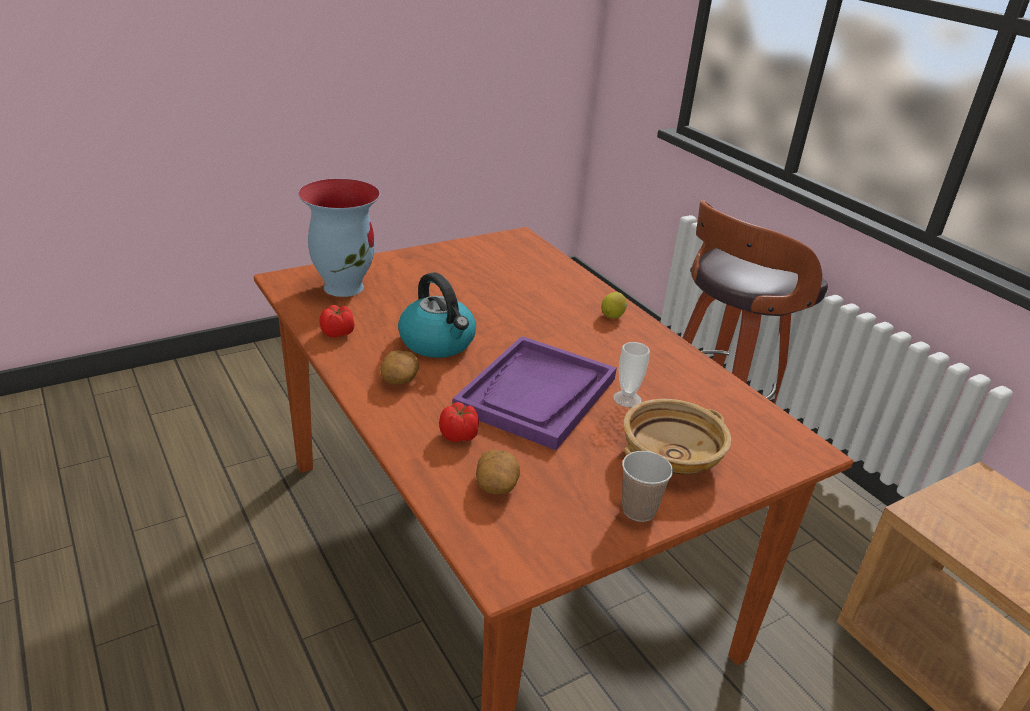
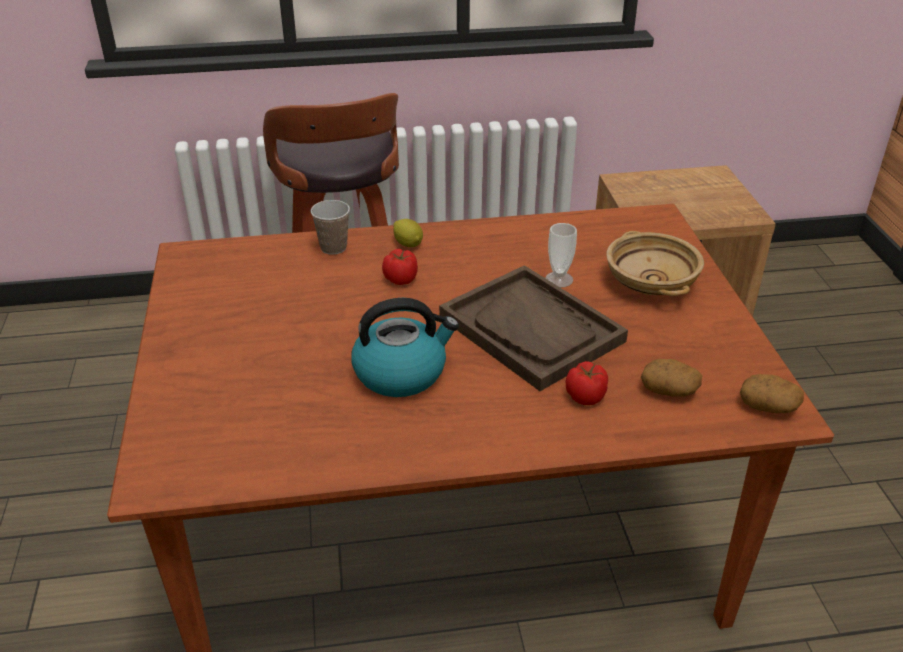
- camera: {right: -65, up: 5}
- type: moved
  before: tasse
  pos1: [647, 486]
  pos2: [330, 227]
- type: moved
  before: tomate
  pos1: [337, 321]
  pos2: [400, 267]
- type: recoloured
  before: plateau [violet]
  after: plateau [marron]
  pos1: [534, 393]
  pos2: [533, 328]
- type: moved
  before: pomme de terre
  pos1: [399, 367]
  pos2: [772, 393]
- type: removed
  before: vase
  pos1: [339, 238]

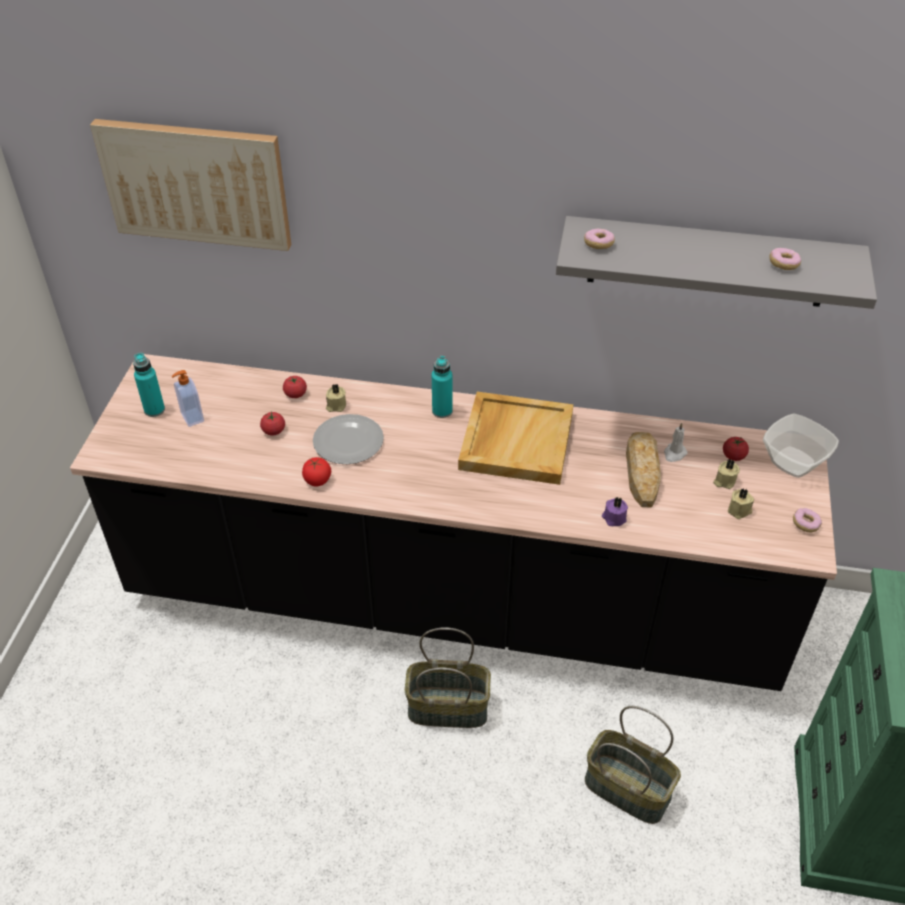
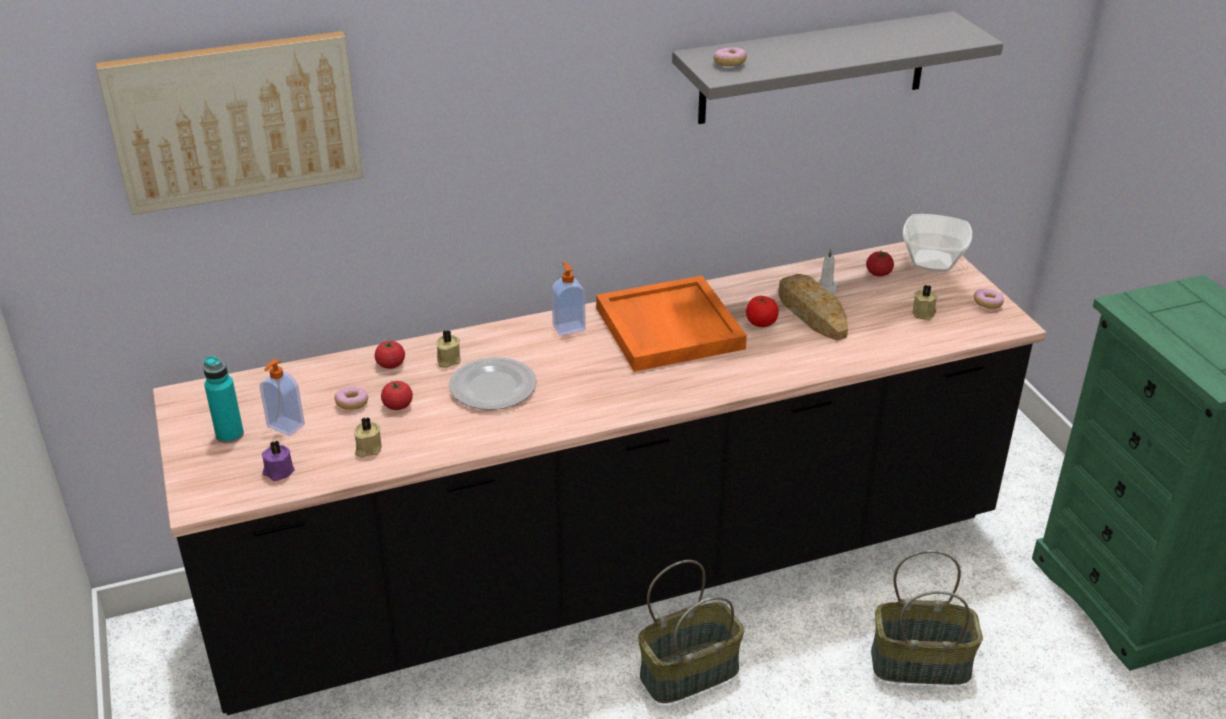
- camera: {right: -30, up: -10}
- type: moved
  before: bougie [violet]
  pos1: [615, 511]
  pos2: [278, 460]
- type: moved
  before: beignet
  pos1: [785, 259]
  pos2: [351, 398]
- type: moved
  before: bougie [beige]
  pos1: [726, 474]
  pos2: [368, 437]
- type: replaced
  before: bouteille [turquoise]
  after: distributeur de savon
  pos1: [442, 387]
  pos2: [569, 299]
- type: recoloured
  before: plateau [beige]
  after: plateau [orange]
  pos1: [515, 438]
  pos2: [671, 324]
- type: moved
  before: tomate
  pos1: [316, 472]
  pos2: [762, 311]

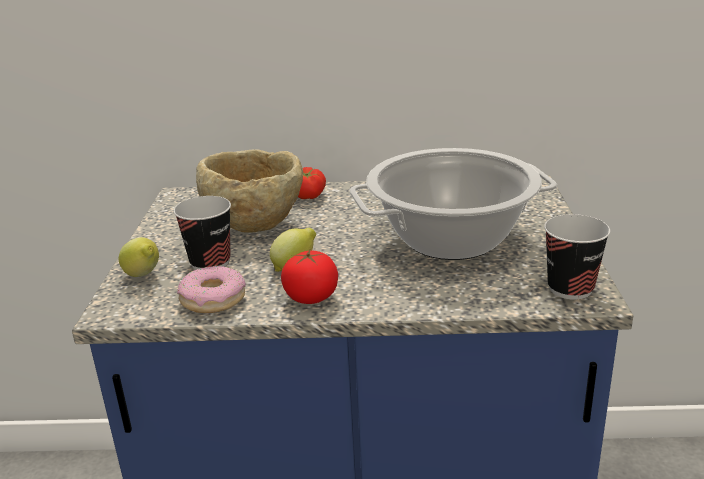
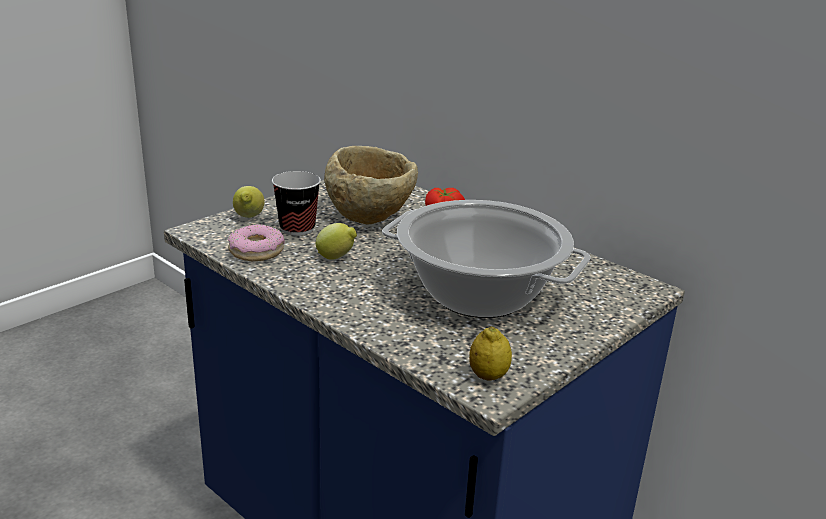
- camera: {right: 40, up: 0}
- type: replaced
  before: tasse
  after: citron
  pos1: [577, 257]
  pos2: [490, 354]
- type: removed
  before: tomate
  pos1: [309, 277]

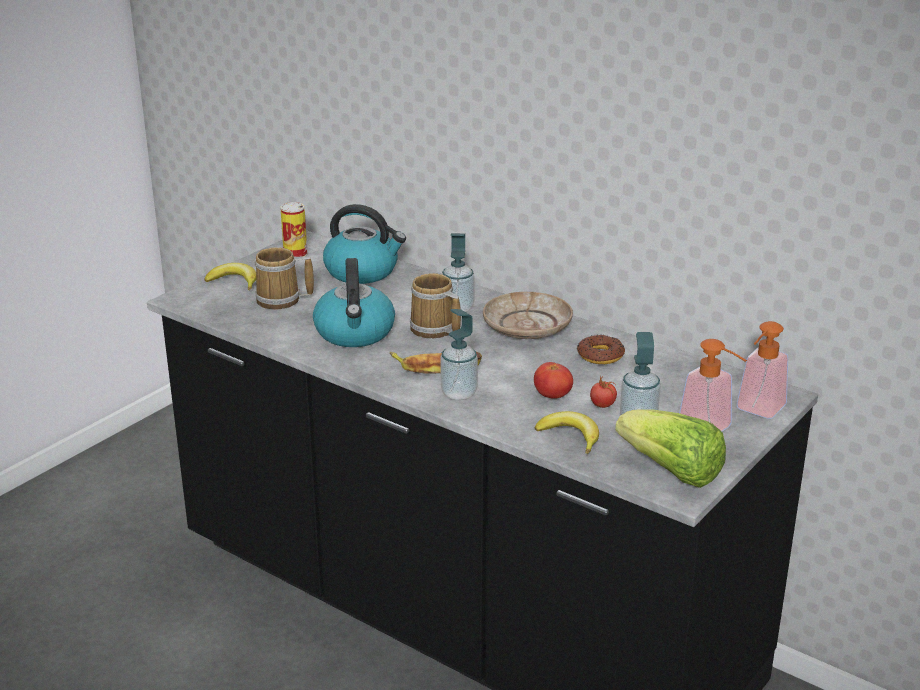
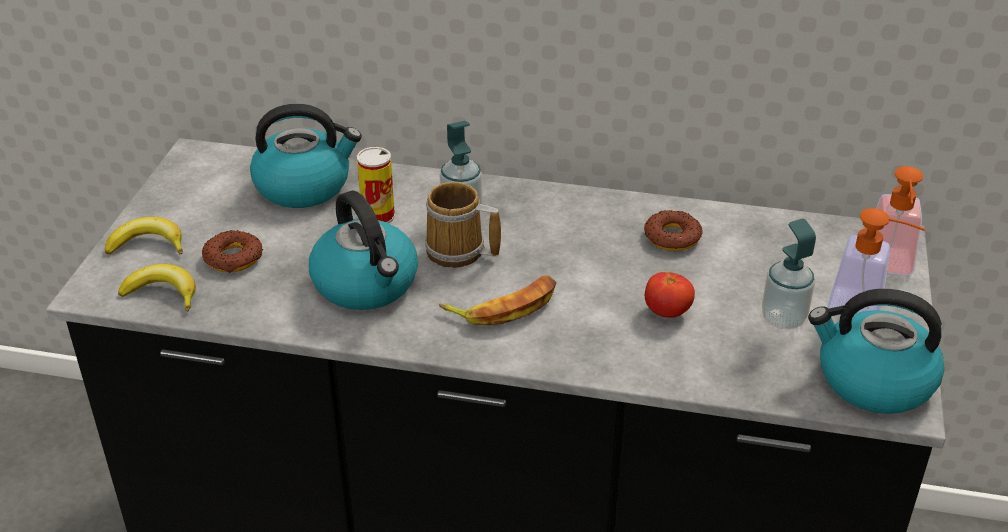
- camera: {right: -25, up: 10}
- type: moved
  before: banane
  pos1: [567, 432]
  pos2: [157, 288]
- type: replaced
  before: mug
  after: beignet
  pos1: [284, 278]
  pos2: [232, 251]
- type: moved
  before: boîte métallique
  pos1: [293, 229]
  pos2: [376, 185]
- type: replaced
  before: laitue
  after: bouilloire
  pos1: [670, 448]
  pos2: [876, 351]
- type: removed
  before: distributeur de savon
  pos1: [459, 354]
- type: removed
  before: assiette [beige]
  pos1: [528, 315]
- type: removed
  before: tomate
  pos1: [603, 391]

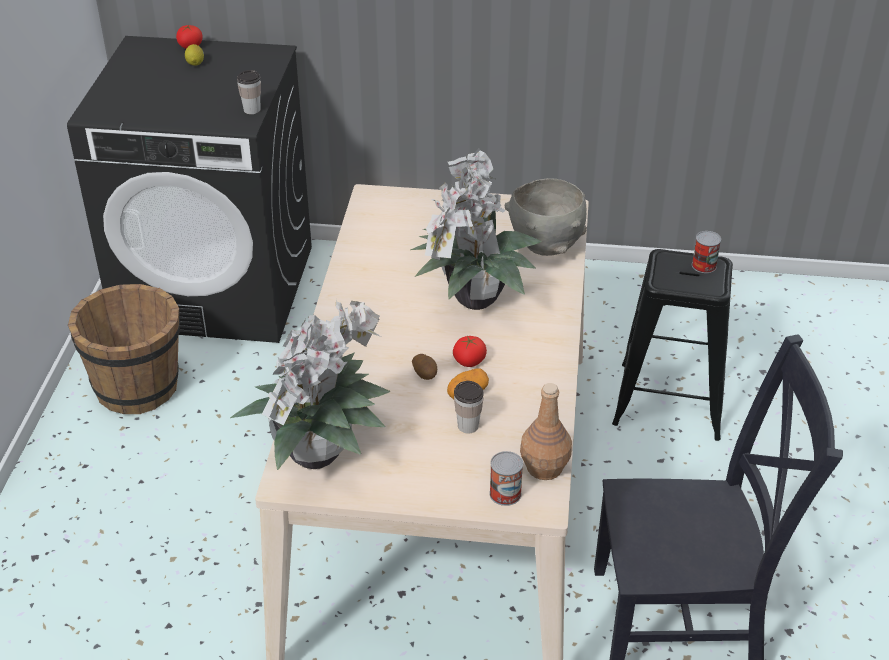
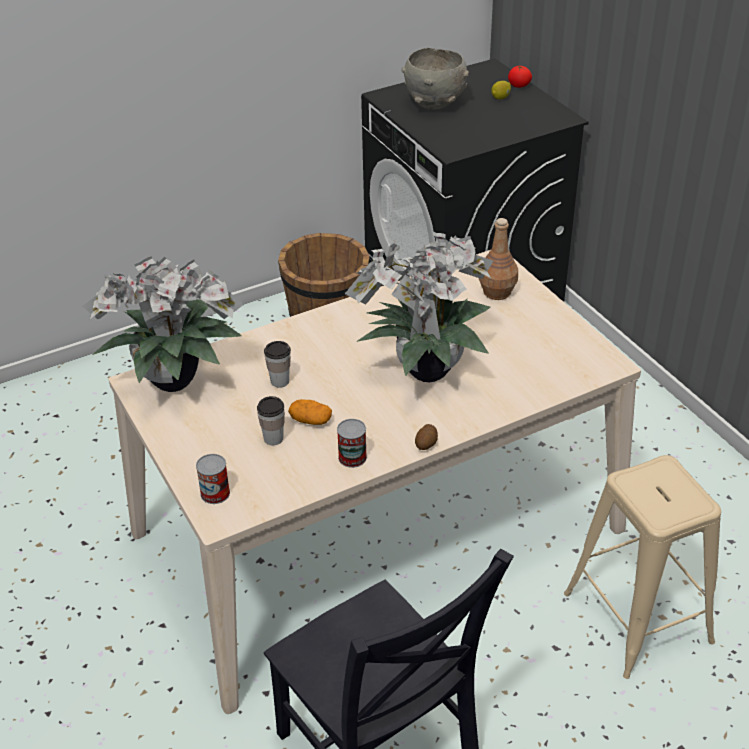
- camera: {right: 55, up: 0}
- type: moved
  before: tasse
  pos1: [249, 92]
  pos2: [277, 364]
- type: moved
  before: boîte métallique
  pos1: [706, 252]
  pos2: [352, 443]
- type: moved
  before: bol [gris]
  pos1: [546, 217]
  pos2: [435, 78]
- type: moved
  before: pomme de terre
  pos1: [424, 367]
  pos2: [426, 437]
- type: moved
  before: bouteille [marron]
  pos1: [546, 431]
  pos2: [498, 259]
- type: recoloured
  before: tabouret [noir]
  after: tabouret [beige]
  pos1: [672, 345]
  pos2: [642, 567]
- type: removed
  before: tomate
  pos1: [470, 351]

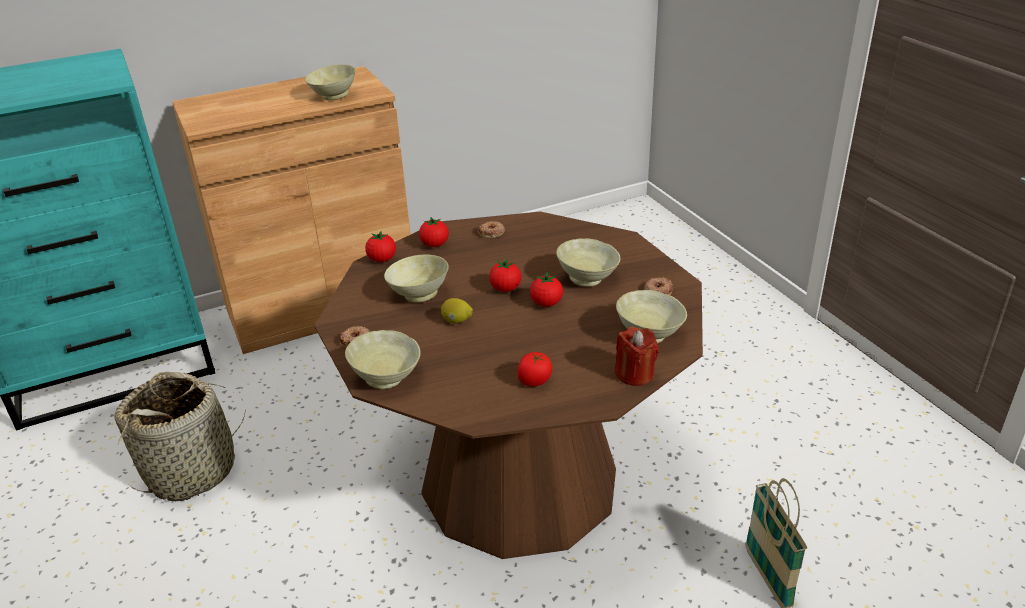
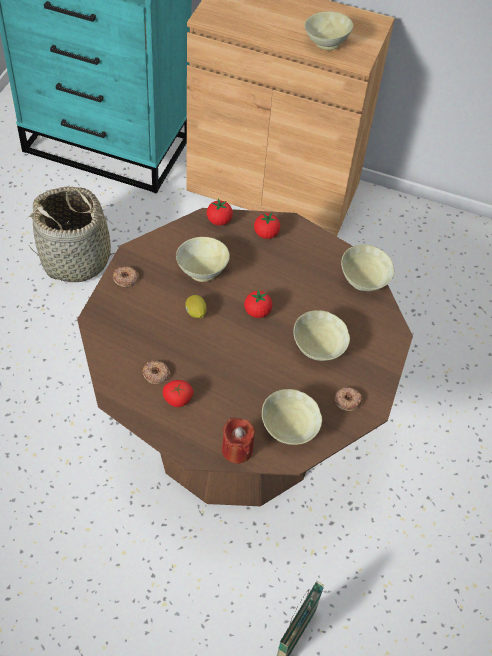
- camera: {right: 40, up: 20}
- type: moved
  before: beignet
  pos1: [491, 229]
  pos2: [156, 372]
- type: moved
  before: bol [beige]
  pos1: [383, 359]
  pos2: [367, 267]
- type: removed
  before: tomate
  pos1: [546, 290]

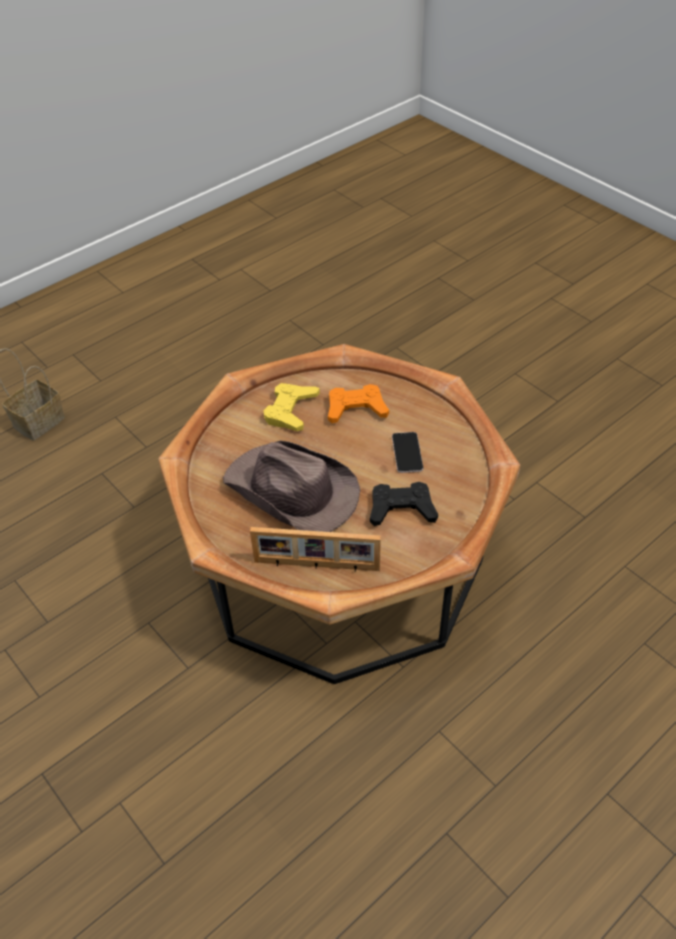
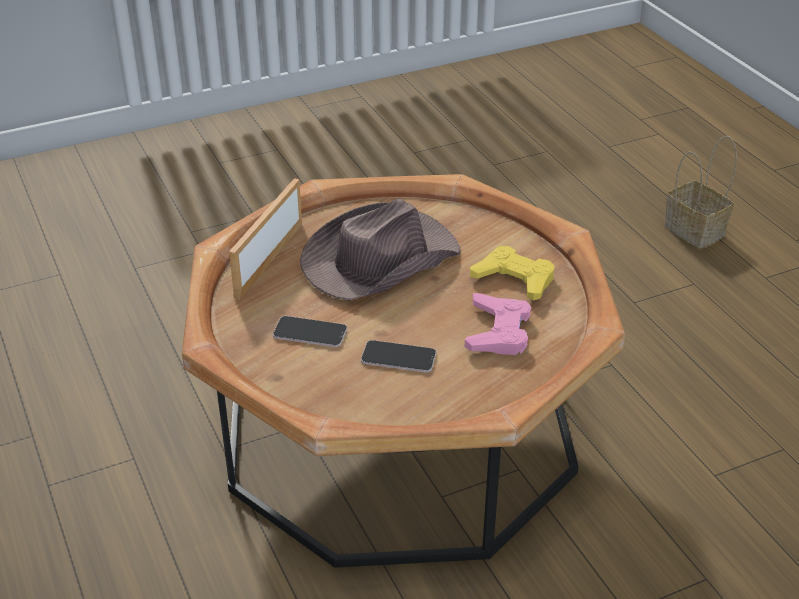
- camera: {right: 105, up: -10}
- type: replaced
  before: manette [noir]
  after: téléphone
  pos1: [404, 504]
  pos2: [310, 331]
- type: recoloured
  before: manette [orange]
  after: manette [rose]
  pos1: [358, 403]
  pos2: [498, 324]

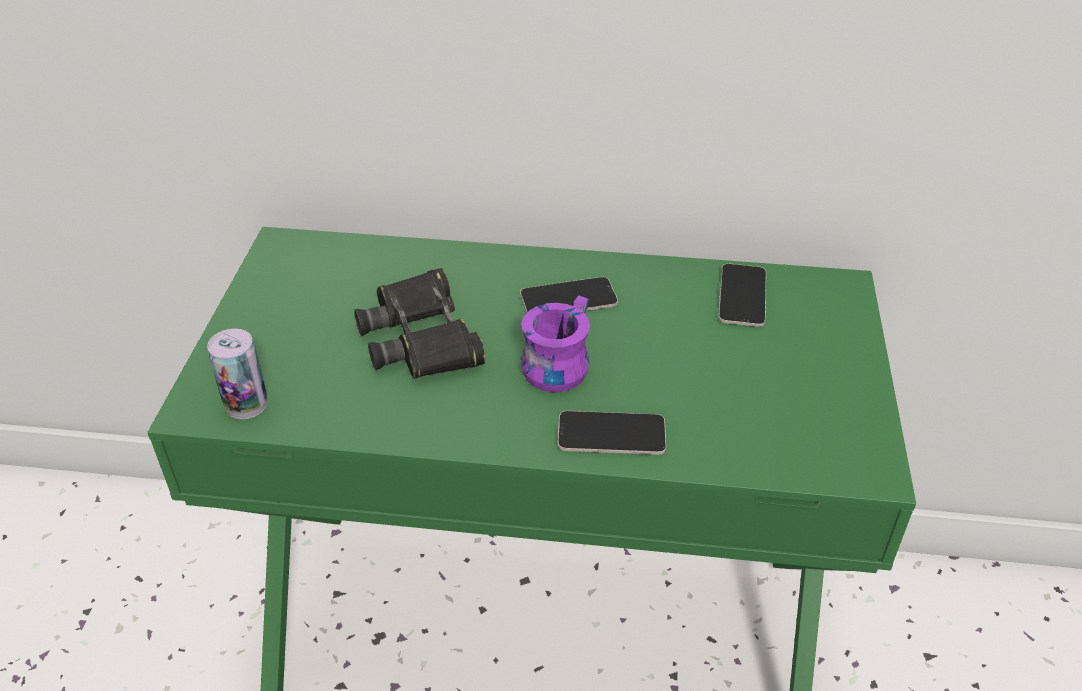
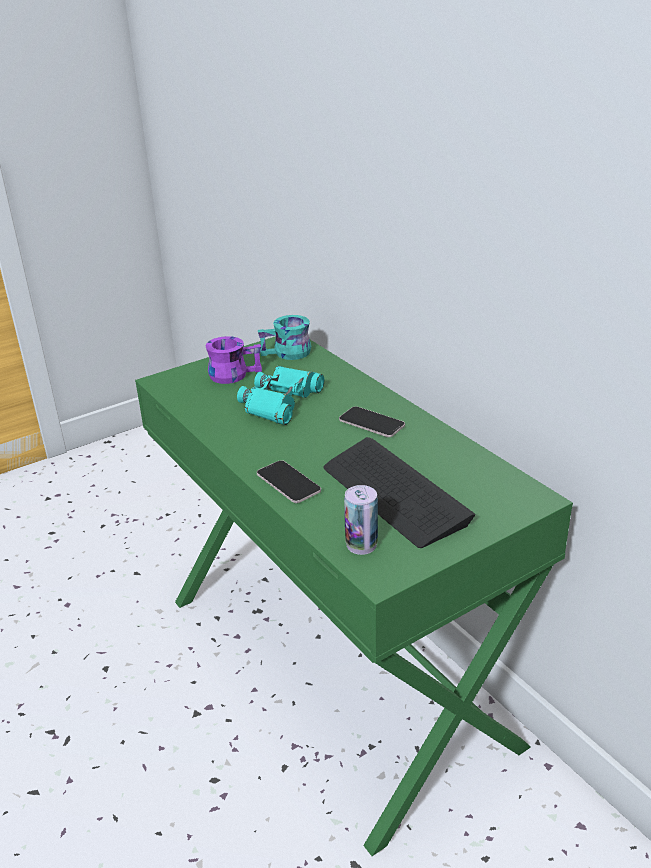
- camera: {right: 50, up: -10}
- type: moved
  before: mug [violet]
  pos1: [555, 343]
  pos2: [234, 360]
- type: recoloured
  before: jumelles [noir]
  after: jumelles [turquoise]
  pos1: [420, 323]
  pos2: [280, 395]
- type: added
  after: mug [turquoise]
  pos2: [284, 337]
- type: added
  after: clavier
  pos2: [399, 492]
- type: moved
  before: boîte métallique
  pos1: [237, 374]
  pos2: [361, 520]
- type: removed
  before: téléphone
  pos1: [742, 295]

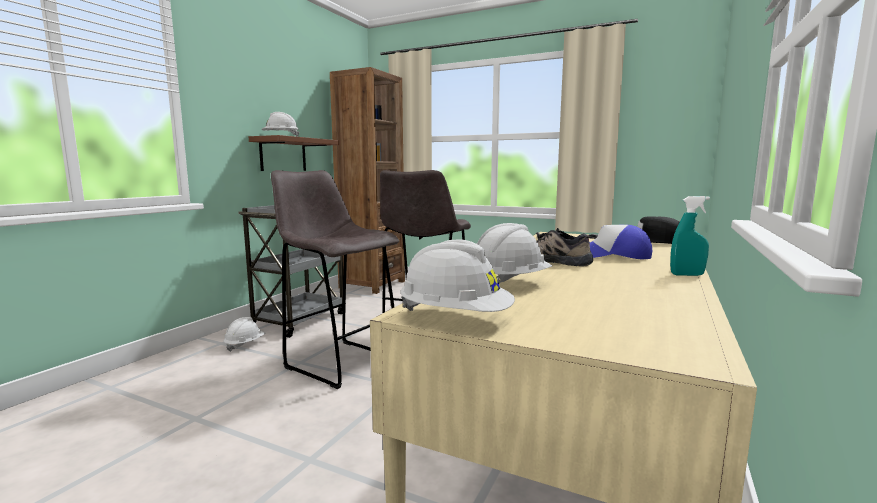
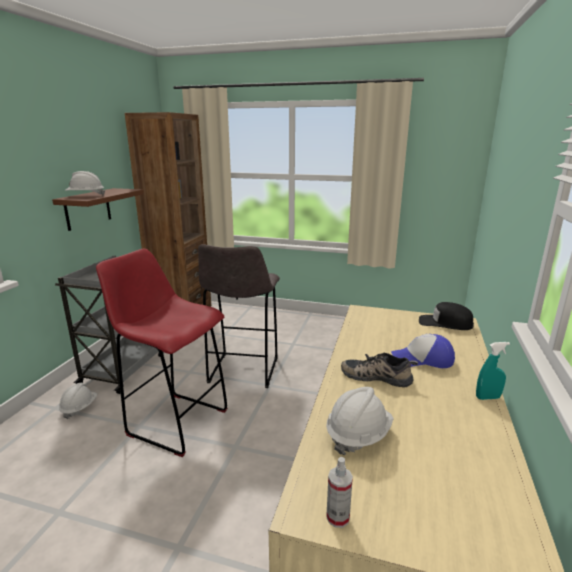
- camera: {right: -10, up: 10}
- type: recoloured
  before: tabouret [gris]
  after: tabouret [rouge]
  pos1: [335, 279]
  pos2: [161, 353]
- type: replaced
  before: casque de chantier [blanc]
  after: vaporisateur
  pos1: [457, 275]
  pos2: [339, 492]

